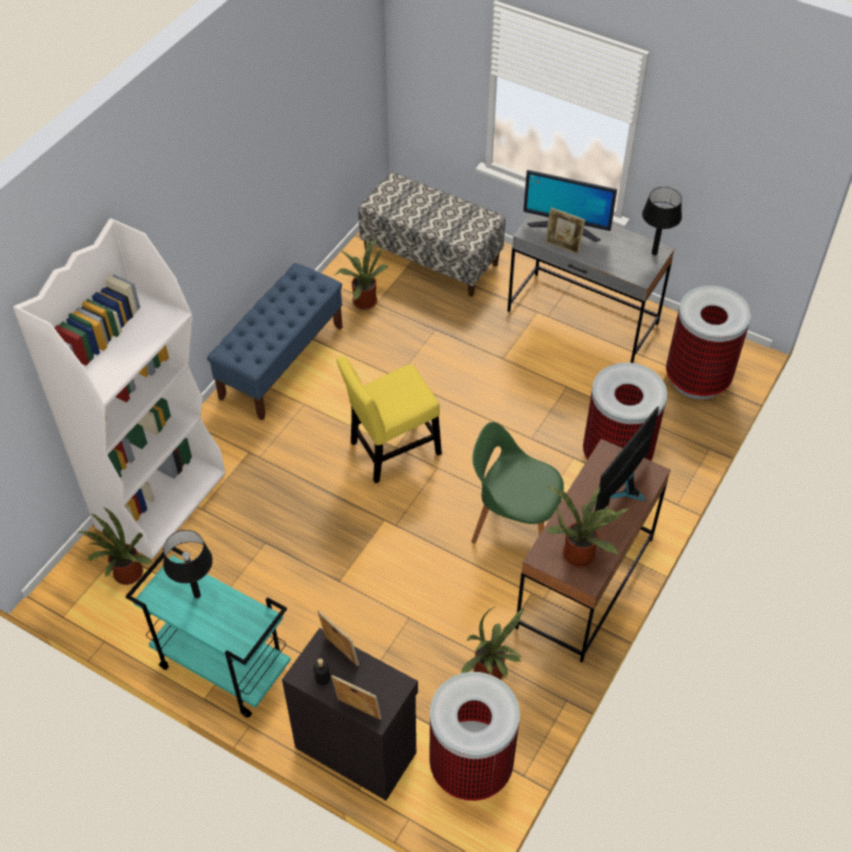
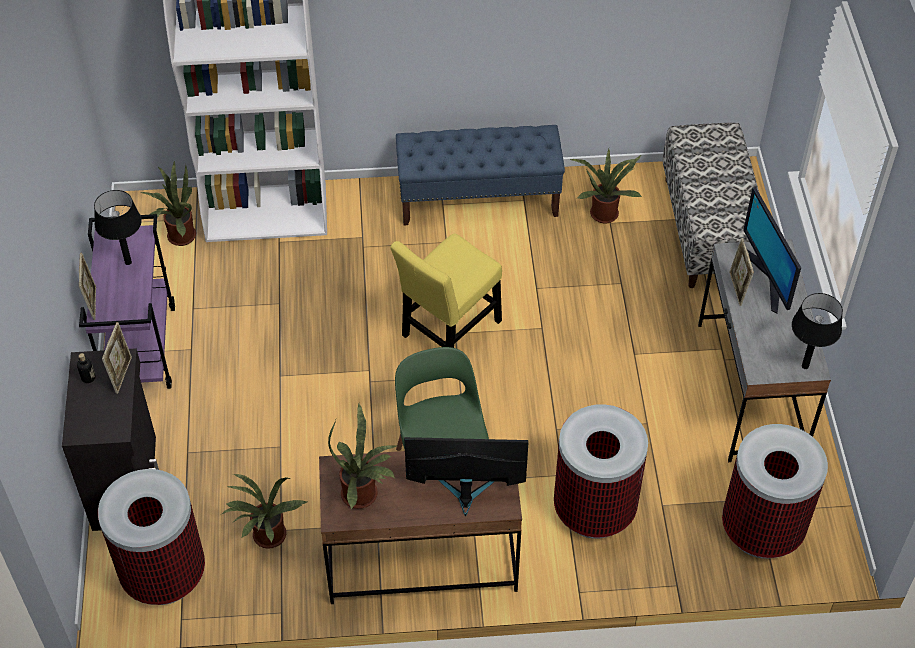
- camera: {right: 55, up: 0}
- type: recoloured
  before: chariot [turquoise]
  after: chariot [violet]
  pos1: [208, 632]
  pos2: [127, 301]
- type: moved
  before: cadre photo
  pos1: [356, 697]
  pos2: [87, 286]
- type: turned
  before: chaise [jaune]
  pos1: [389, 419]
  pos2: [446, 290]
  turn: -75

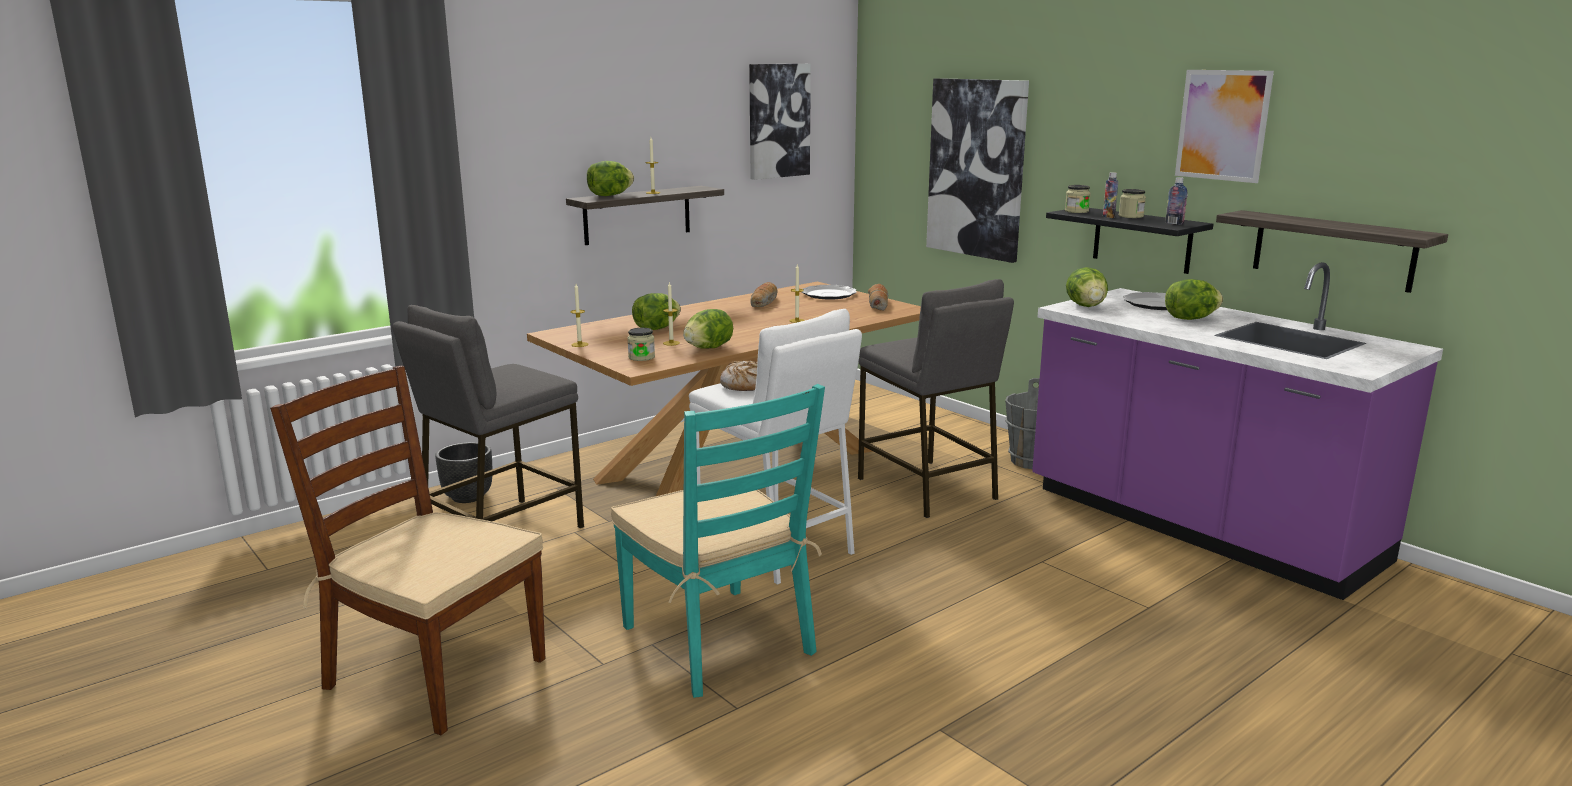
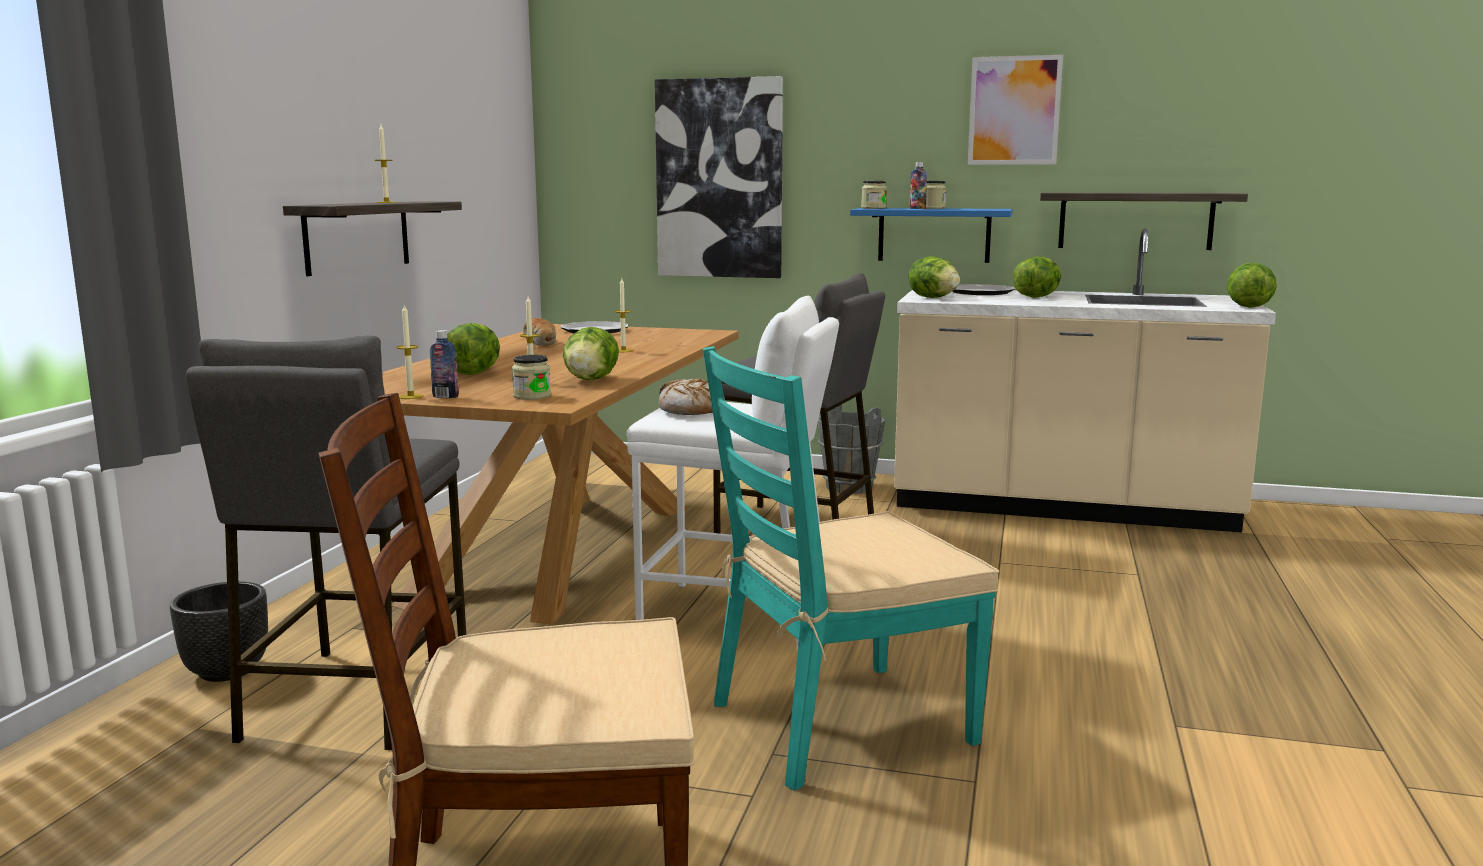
- camera: {right: -35, up: -5}
- type: moved
  before: bouteille
  pos1: [1177, 201]
  pos2: [444, 364]
- type: turned
  before: chaise [turquoise]
  pos1: [718, 541]
  pos2: [851, 568]
  turn: 135
- type: recoloured
  before: étagère [noir]
  after: étagère [bleu]
  pos1: [1129, 241]
  pos2: [931, 235]
- type: recoloured
  before: comptoir de cuisine [violet]
  after: comptoir de cuisine [beige]
  pos1: [1237, 431]
  pos2: [1085, 381]
- type: moved
  before: laitue
  pos1: [610, 178]
  pos2: [1252, 285]
- type: removed
  before: tableau
  pos1: [780, 122]
- type: removed
  before: pain
  pos1: [878, 297]

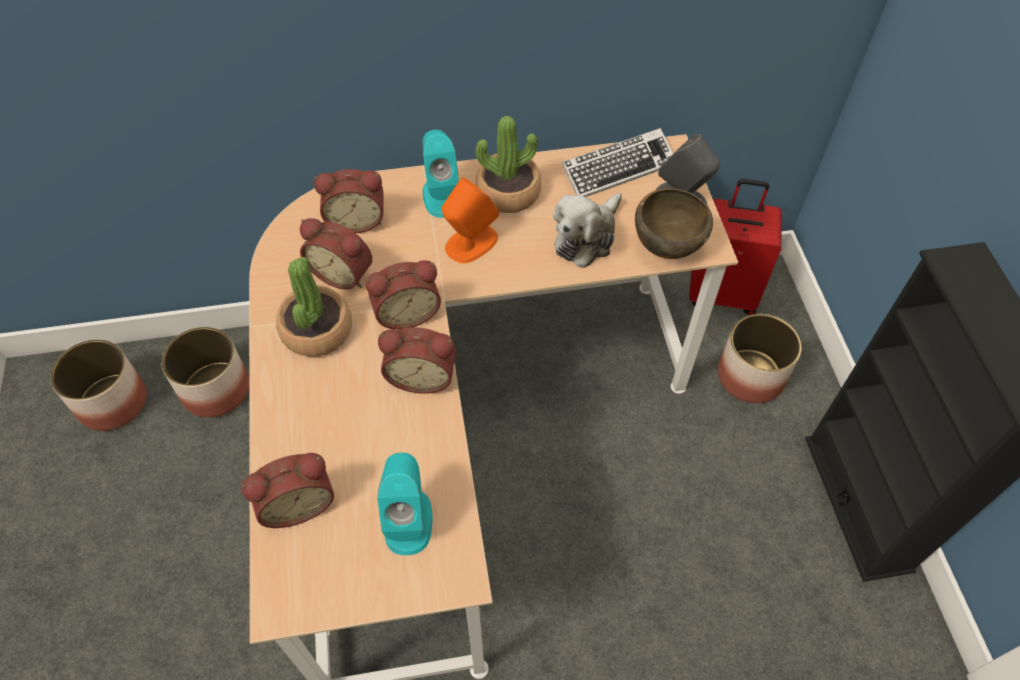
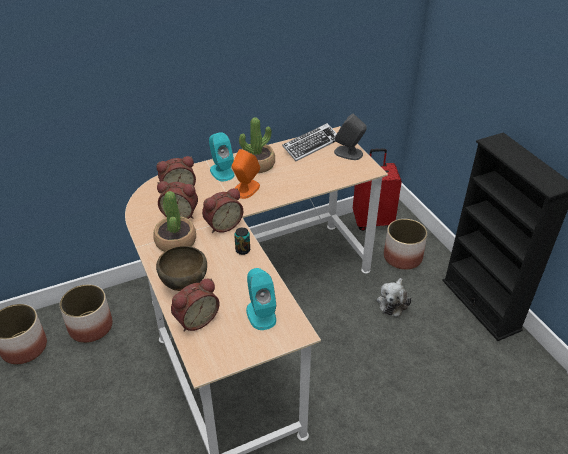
- camera: {right: -15, up: -15}
- type: moved
  before: bol [marron]
  pos1: [674, 223]
  pos2: [181, 268]
- type: replaced
  before: réveil
  after: boîte métallique
  pos1: [417, 360]
  pos2: [242, 241]
- type: moved
  before: peluche
  pos1: [588, 230]
  pos2: [394, 297]

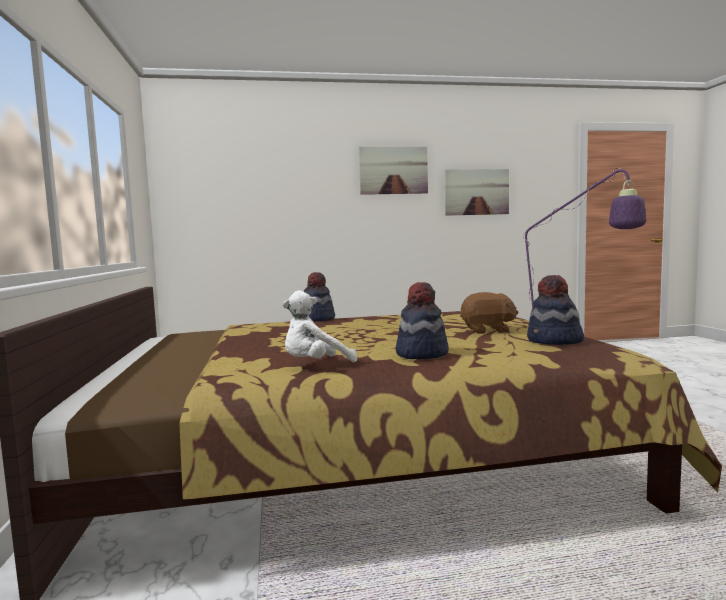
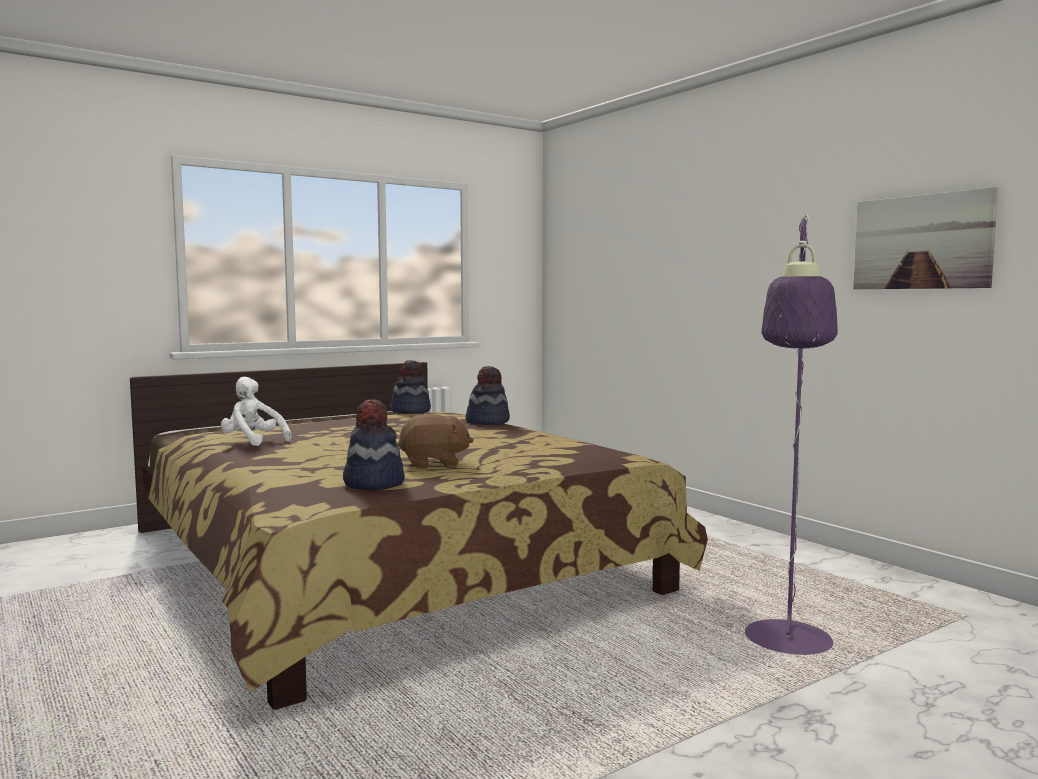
- camera: {right: 65, up: 0}
- type: moved
  before: chapeau
  pos1: [422, 321]
  pos2: [410, 387]
- type: turned
  before: peluche [marron]
  pos1: [489, 313]
  pos2: [436, 441]
  turn: -75
- type: removed
  before: tableau
  pos1: [393, 170]

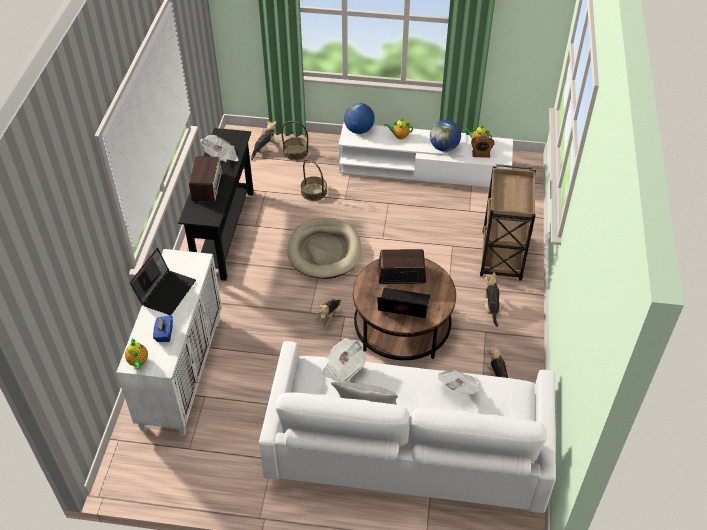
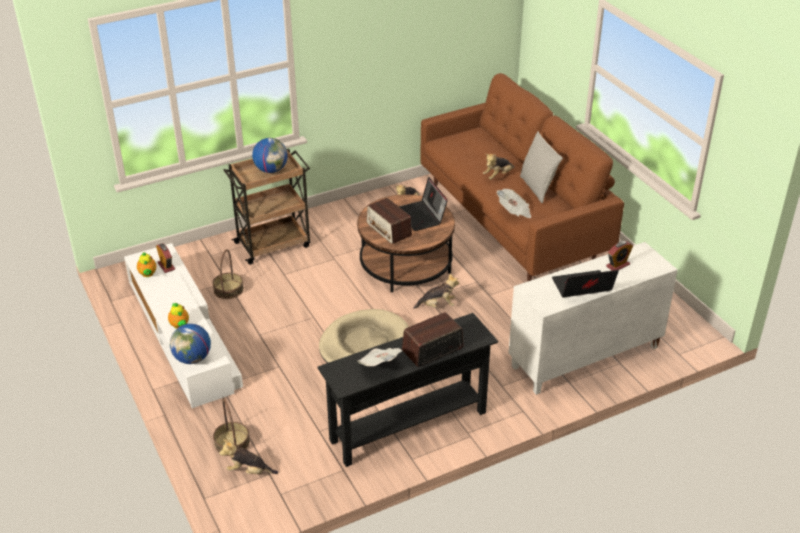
- camera: {right: -125, up: -10}
- type: moved
  before: panier
  pos1: [313, 180]
  pos2: [228, 274]
- type: moved
  before: globe
  pos1: [445, 136]
  pos2: [270, 155]
- type: recoloured
  before: canapé [blanc]
  after: canapé [marron]
  pos1: [407, 427]
  pos2: [522, 177]
- type: moved
  before: peluche
  pos1: [494, 299]
  pos2: [499, 167]
- type: replaced
  before: boîte à mouchoirs [bleu]
  after: réveil
  pos1: [163, 328]
  pos2: [619, 256]
- type: removed
  before: théière
  pos1: [136, 354]
- type: removed
  before: journal
  pos1: [458, 382]

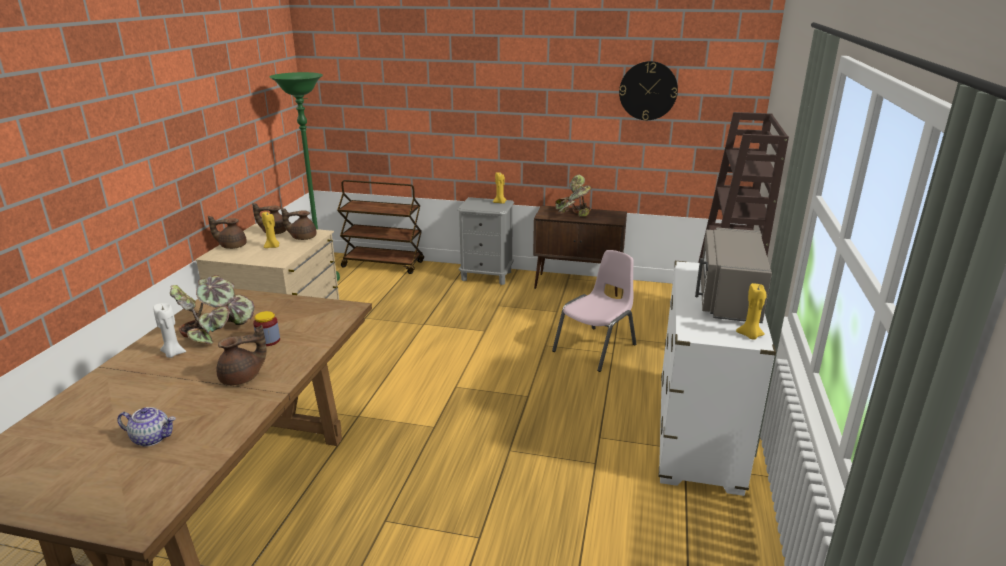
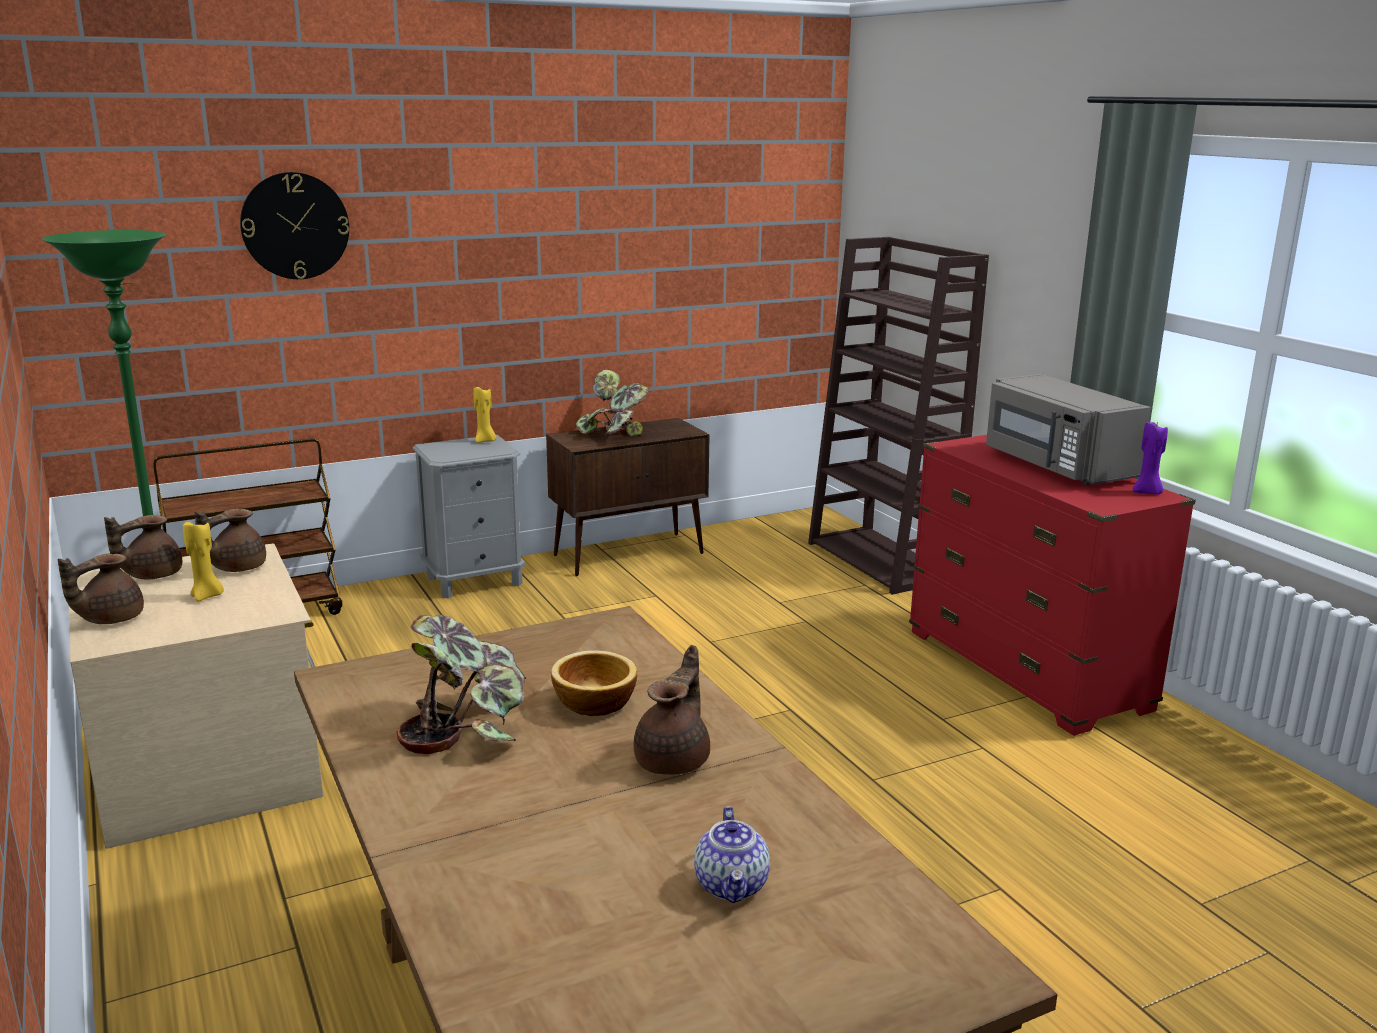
- camera: {right: -40, up: -5}
- type: moved
  before: horloge murale
  pos1: [648, 90]
  pos2: [294, 225]
- type: replaced
  before: bocal
  after: bol
  pos1: [266, 328]
  pos2: [594, 683]
- type: turned
  before: théière
  pos1: [146, 426]
  pos2: [732, 854]
  turn: 120
- type: recoloured
  before: commode [blanc]
  after: commode [rouge]
  pos1: [717, 378]
  pos2: [1052, 585]
- type: recoloured
  before: bougie [jaune]
  after: bougie [violet]
  pos1: [751, 311]
  pos2: [1150, 458]
- type: removed
  before: bougie [blanc]
  pos1: [169, 330]
- type: removed
  before: chaise [rose]
  pos1: [594, 311]

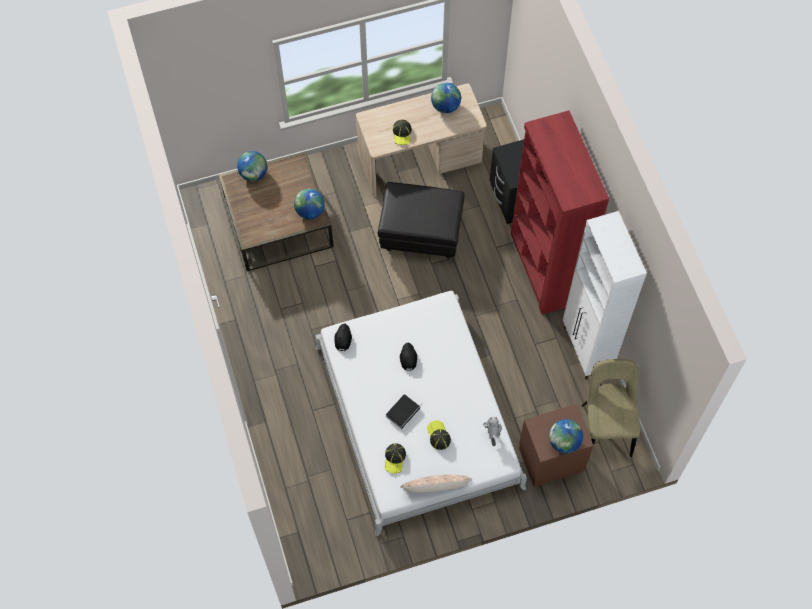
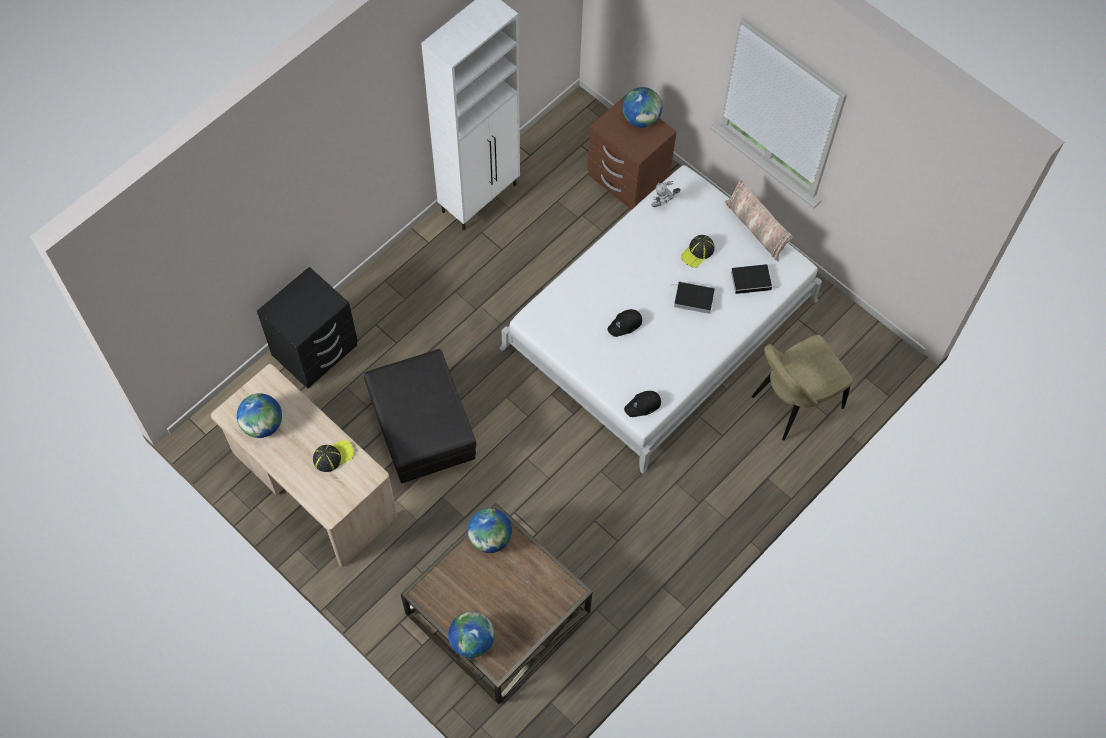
- camera: {right: -120, up: 0}
- type: replaced
  before: casquette
  after: livre
  pos1: [395, 458]
  pos2: [752, 279]
- type: moved
  before: chaise [beige]
  pos1: [611, 408]
  pos2: [802, 387]
- type: removed
  before: bibliothèque [rouge]
  pos1: [560, 213]

